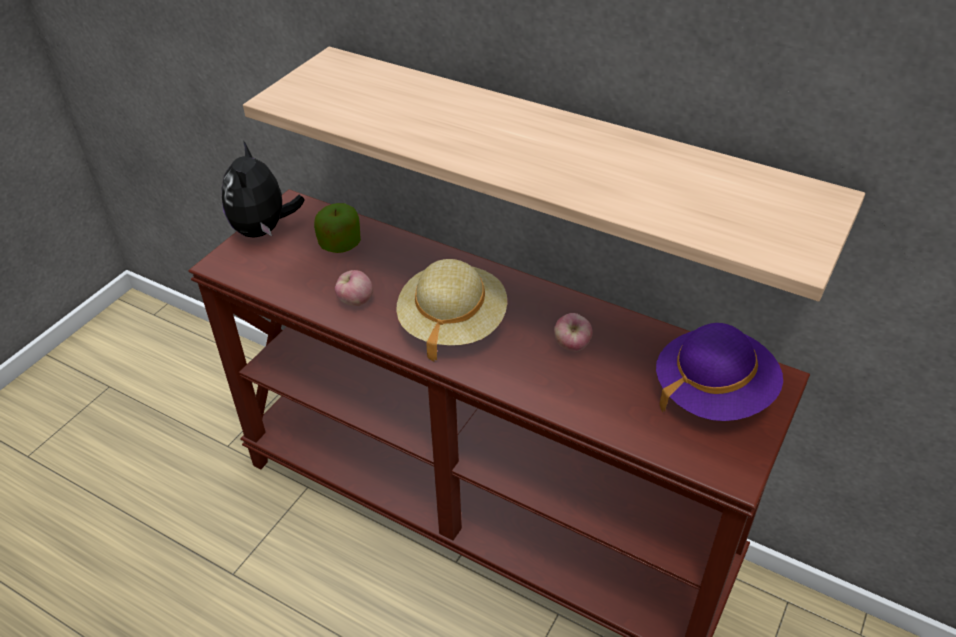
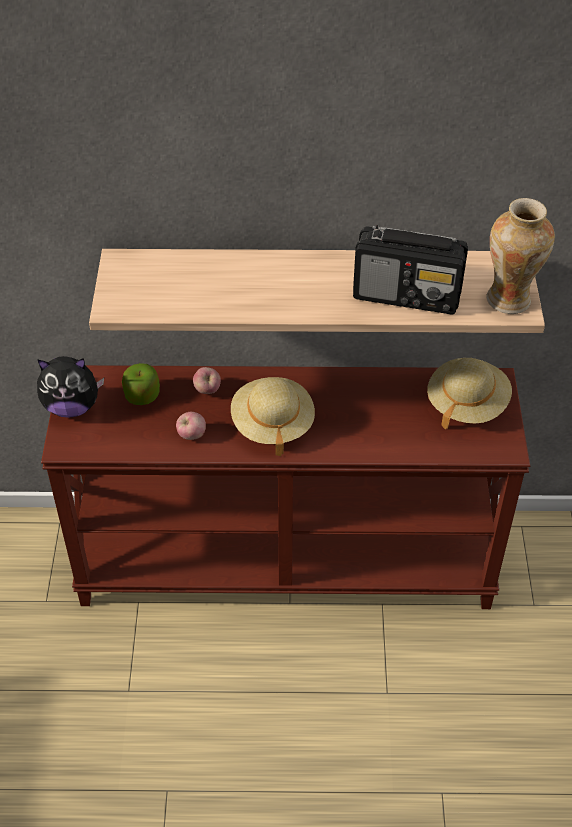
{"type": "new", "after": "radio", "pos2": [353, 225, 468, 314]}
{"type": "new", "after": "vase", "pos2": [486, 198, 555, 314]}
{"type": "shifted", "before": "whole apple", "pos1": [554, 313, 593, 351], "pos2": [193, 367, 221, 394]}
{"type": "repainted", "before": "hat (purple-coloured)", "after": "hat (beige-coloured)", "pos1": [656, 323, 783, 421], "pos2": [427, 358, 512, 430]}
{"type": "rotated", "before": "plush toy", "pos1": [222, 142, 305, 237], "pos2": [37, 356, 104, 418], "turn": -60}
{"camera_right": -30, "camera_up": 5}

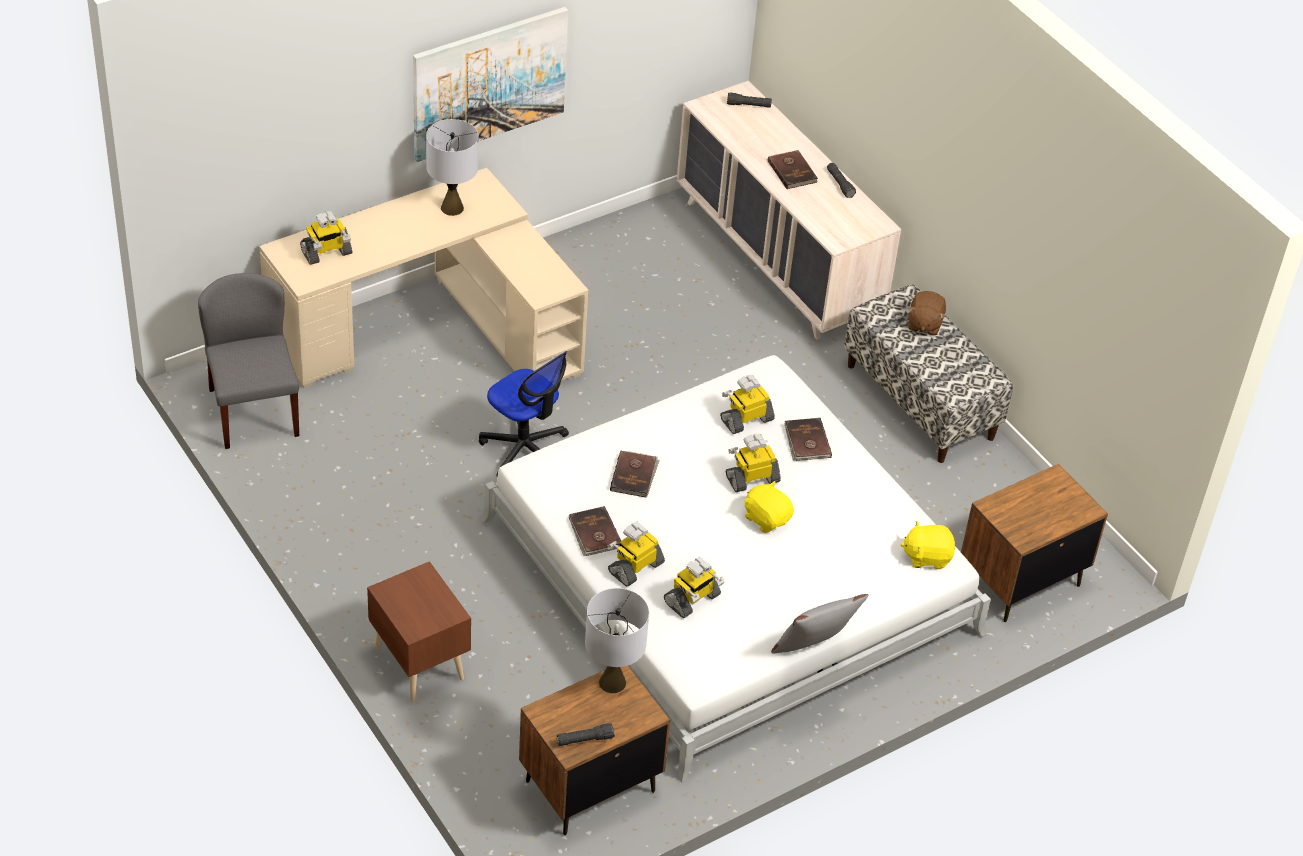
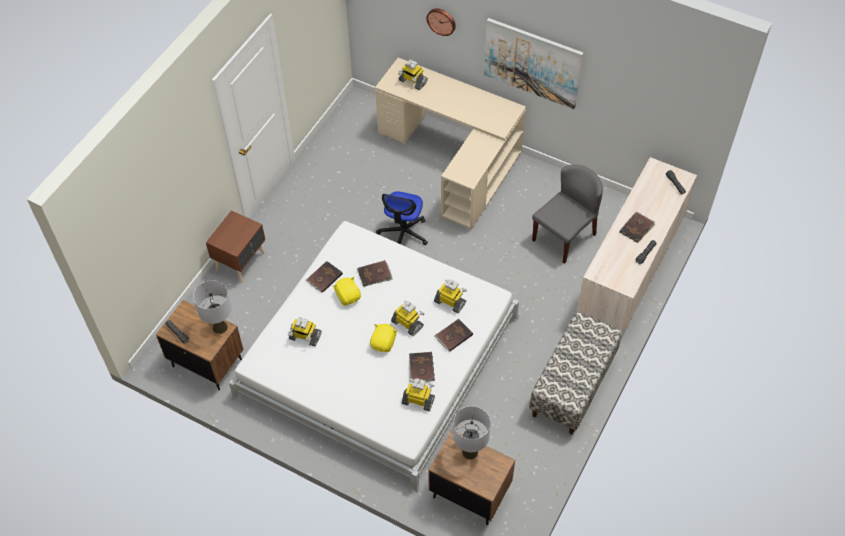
{"type": "gone", "before": "throw pillow (gray)", "pos1": [771, 594, 868, 654]}
{"type": "gone", "before": "plush toy (brown)", "pos1": [908, 291, 946, 335]}
{"type": "new", "after": "volume (brown)", "pos2": [409, 352, 435, 382]}
{"type": "new", "after": "hanging clock", "pos2": [426, 9, 456, 36]}
{"type": "shifted", "before": "upright chair (gray)", "pos1": [198, 273, 299, 449], "pos2": [532, 165, 603, 264]}
{"type": "shifted", "before": "table lamp (gray)", "pos1": [426, 119, 479, 216], "pos2": [453, 406, 491, 459]}
{"type": "shifted", "before": "toy robot", "pos1": [608, 521, 665, 587], "pos2": [402, 378, 435, 412]}
{"type": "shifted", "before": "plush toy (yellow)", "pos1": [901, 521, 955, 569], "pos2": [333, 277, 361, 306]}
{"camera_right": 65, "camera_up": 10}

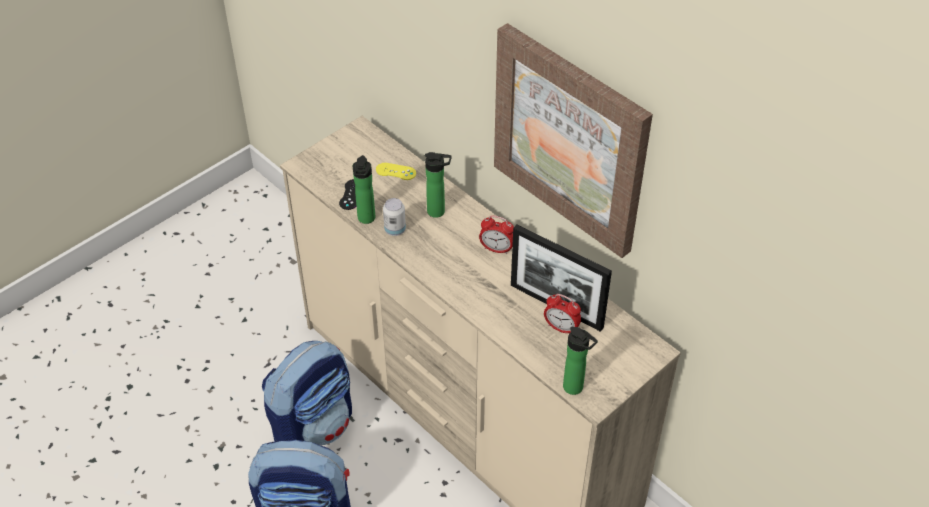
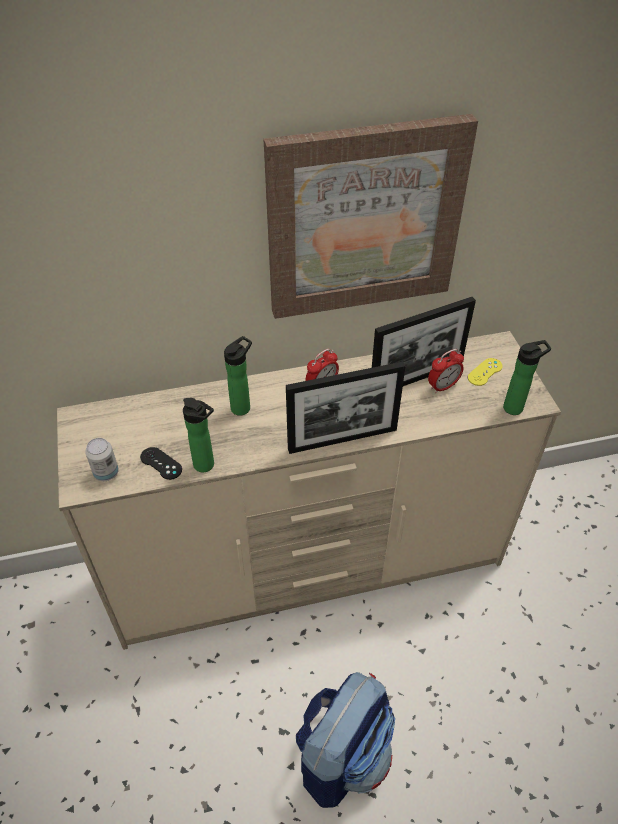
{"type": "gone", "before": "backpack", "pos1": [262, 341, 352, 445]}
{"type": "new", "after": "photo frame", "pos2": [286, 362, 405, 454]}
{"type": "shifted", "before": "game controller (yellow)", "pos1": [376, 163, 416, 180], "pos2": [468, 358, 503, 386]}
{"type": "shifted", "before": "can", "pos1": [383, 198, 406, 236], "pos2": [85, 438, 119, 481]}
{"camera_right": -60, "camera_up": 0}

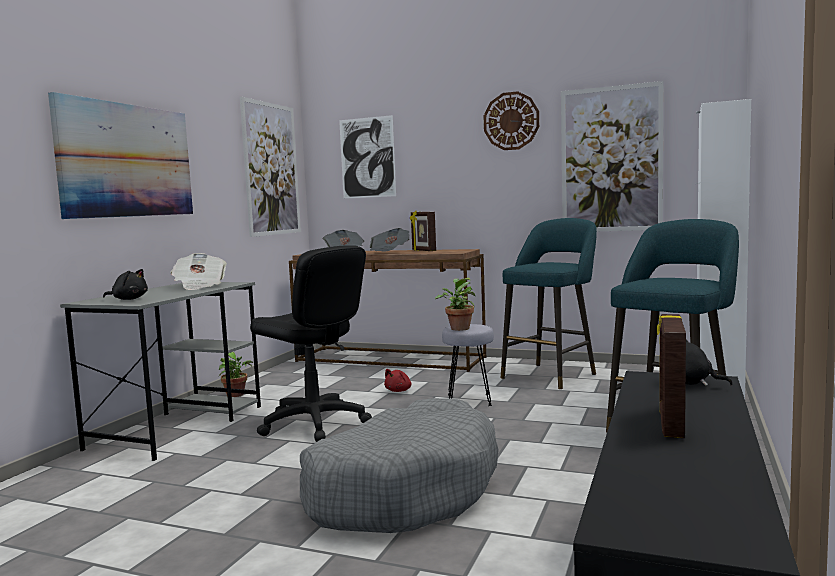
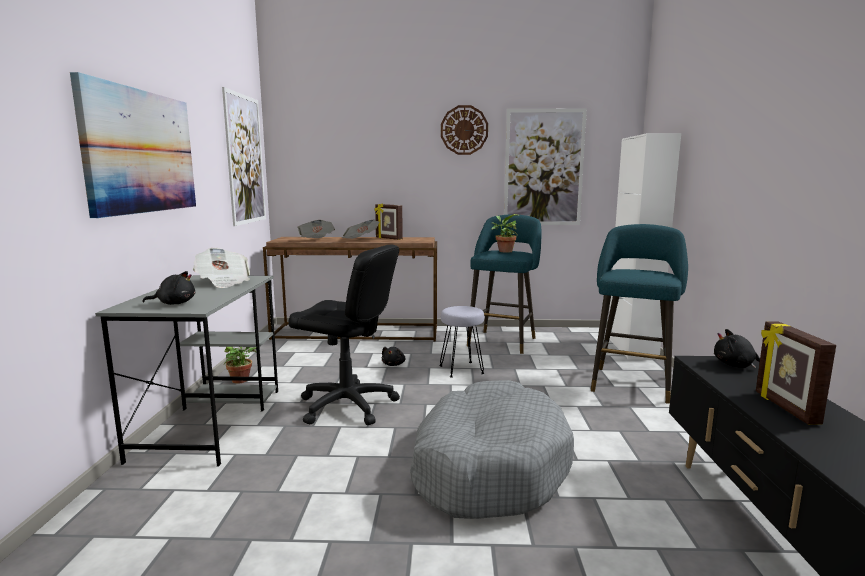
{"type": "gone", "before": "picture", "pos1": [339, 115, 396, 199]}
{"type": "shifted", "before": "houseplant", "pos1": [435, 278, 475, 331], "pos2": [491, 214, 519, 253]}
{"type": "repainted", "before": "plush toy (red-coloured)", "after": "plush toy (black)", "pos1": [384, 369, 411, 392], "pos2": [382, 347, 406, 366]}
{"camera_right": -20, "camera_up": 5}

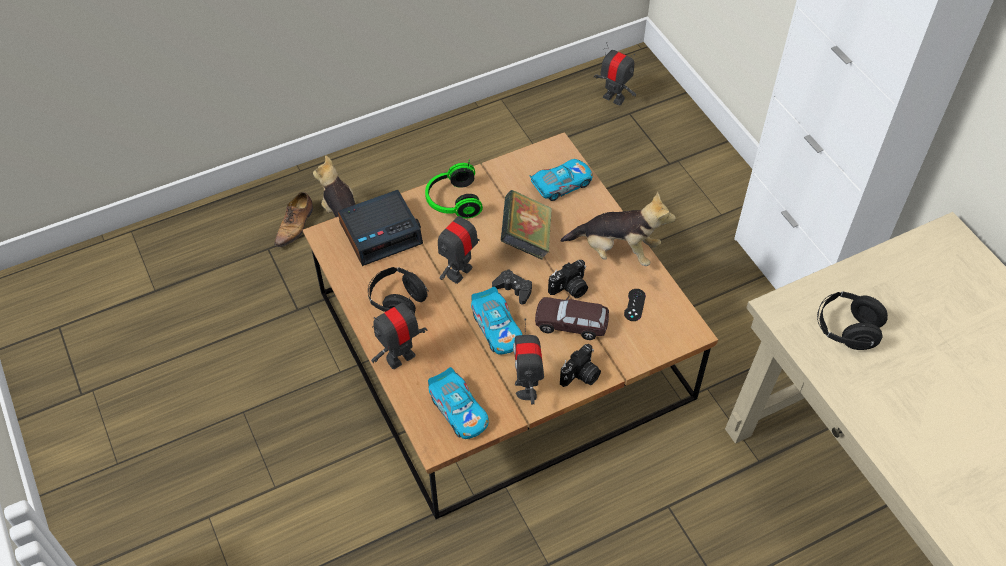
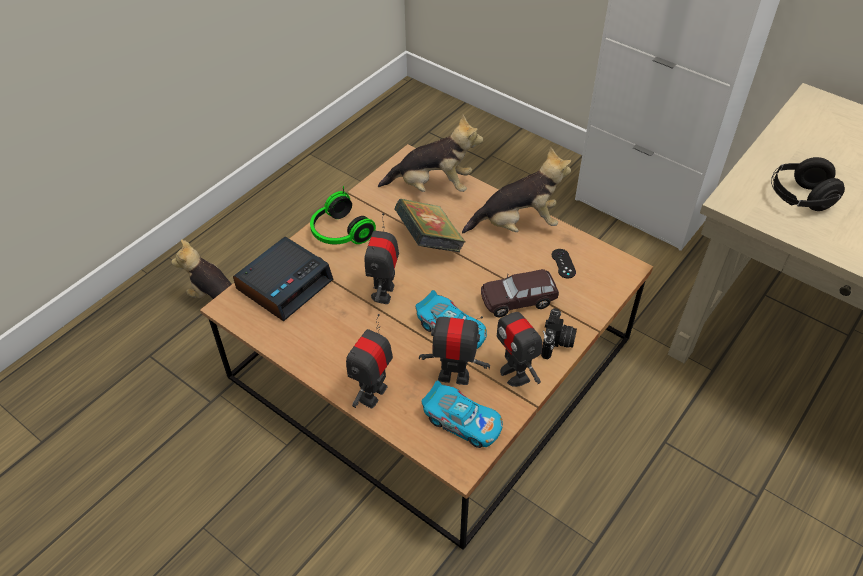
{"type": "gone", "before": "low shoe", "pos1": [274, 192, 313, 247]}
{"type": "gone", "before": "headset (black)", "pos1": [368, 267, 429, 313]}
{"type": "gone", "before": "game controller (black)", "pos1": [492, 269, 532, 305]}
{"type": "gone", "before": "still camera", "pos1": [548, 260, 588, 298]}
{"type": "shifted", "before": "toy robot", "pos1": [594, 42, 636, 105], "pos2": [419, 311, 490, 385]}
{"type": "swapped", "before": "miniature car", "after": "plush toy", "pos1": [529, 159, 593, 201], "pos2": [378, 114, 483, 192]}
{"camera_right": -25, "camera_up": -5}

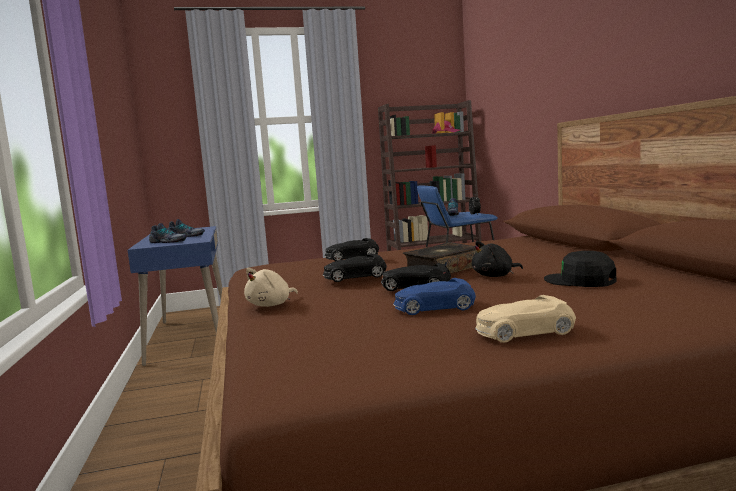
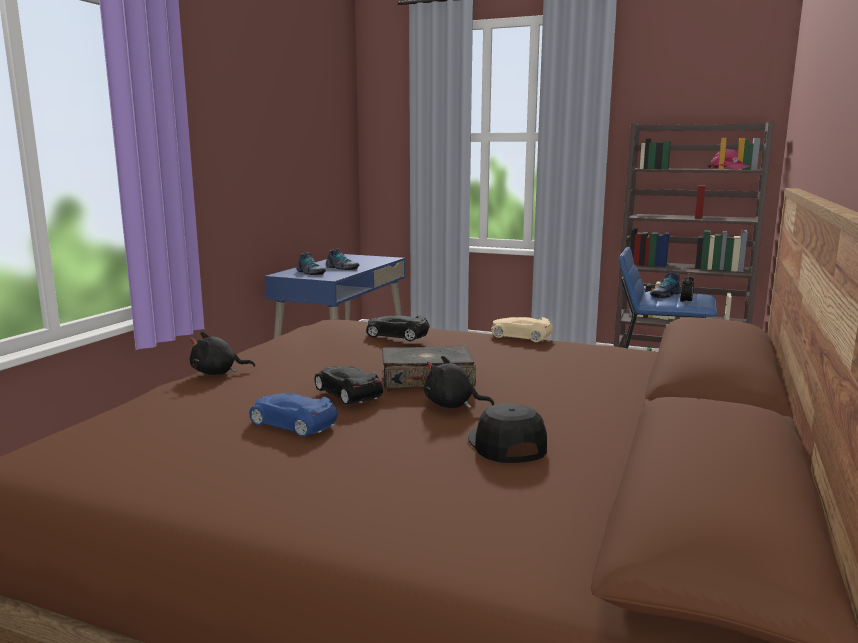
{"type": "gone", "before": "miniature car (black)", "pos1": [323, 254, 387, 282]}
{"type": "shifted", "before": "miniature car (beige-coloured)", "pos1": [475, 295, 576, 343], "pos2": [491, 317, 553, 342]}
{"type": "repainted", "before": "plush toy (beige-coloured)", "after": "plush toy (black)", "pos1": [244, 268, 298, 307], "pos2": [190, 332, 255, 375]}
{"camera_right": 35, "camera_up": 5}

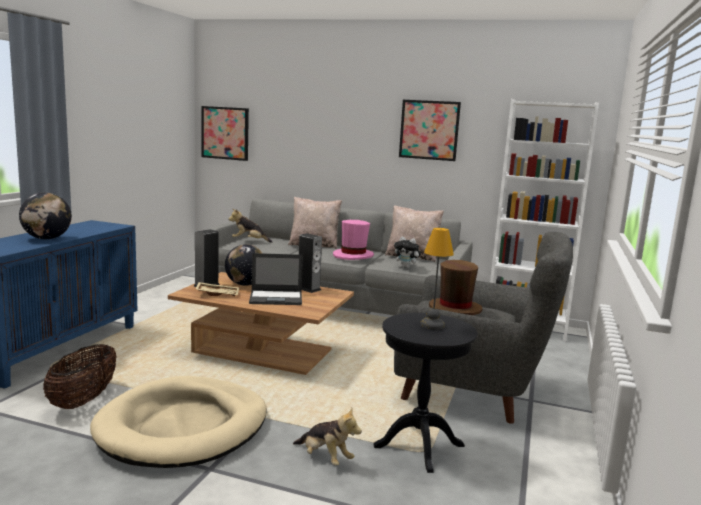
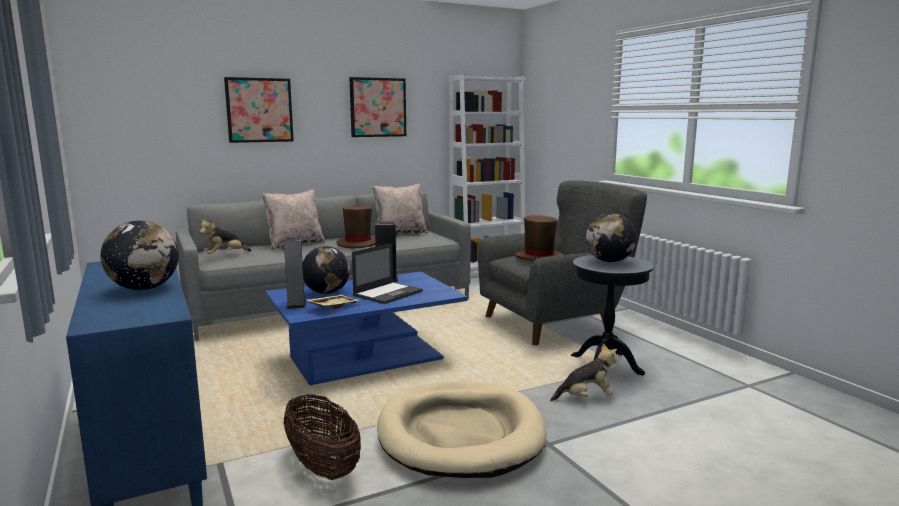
{"type": "gone", "before": "plush toy", "pos1": [394, 237, 421, 269]}
{"type": "shifted", "before": "picture", "pos1": [201, 106, 249, 161], "pos2": [224, 77, 294, 143]}
{"type": "swapped", "before": "table lamp", "after": "desk globe", "pos1": [420, 228, 454, 330], "pos2": [586, 213, 637, 262]}
{"type": "repainted", "before": "coffee table (brown)", "after": "coffee table (bluish)", "pos1": [168, 272, 354, 375], "pos2": [265, 272, 468, 386]}
{"type": "repainted", "before": "hat (pink)", "after": "hat (brown)", "pos1": [333, 220, 374, 260], "pos2": [337, 205, 375, 249]}
{"camera_right": -45, "camera_up": 0}

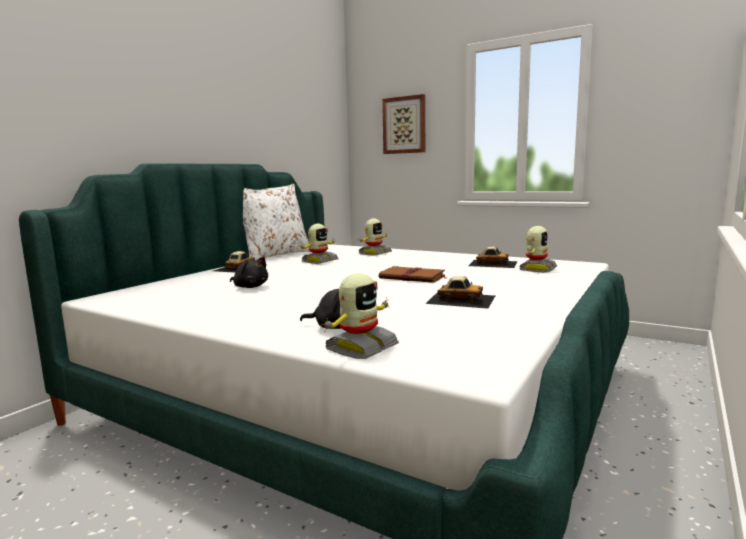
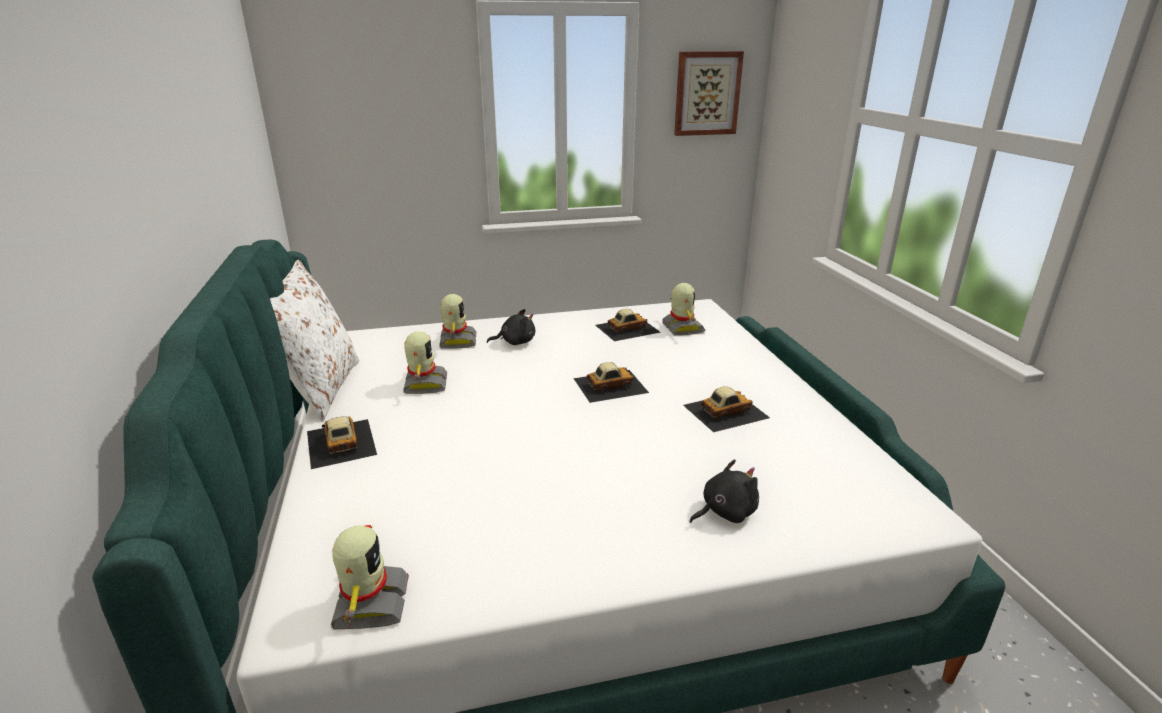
{"type": "shifted", "before": "plush toy (black)", "pos1": [230, 257, 268, 288], "pos2": [487, 309, 535, 345]}
{"type": "shifted", "before": "toy robot", "pos1": [320, 273, 399, 359], "pos2": [331, 525, 409, 629]}
{"type": "shifted", "before": "picture", "pos1": [382, 94, 425, 154], "pos2": [674, 51, 744, 136]}
{"type": "swapped", "before": "volume (brown)", "after": "miniature car", "pos1": [379, 266, 446, 283], "pos2": [573, 362, 649, 403]}
{"camera_right": -45, "camera_up": 15}

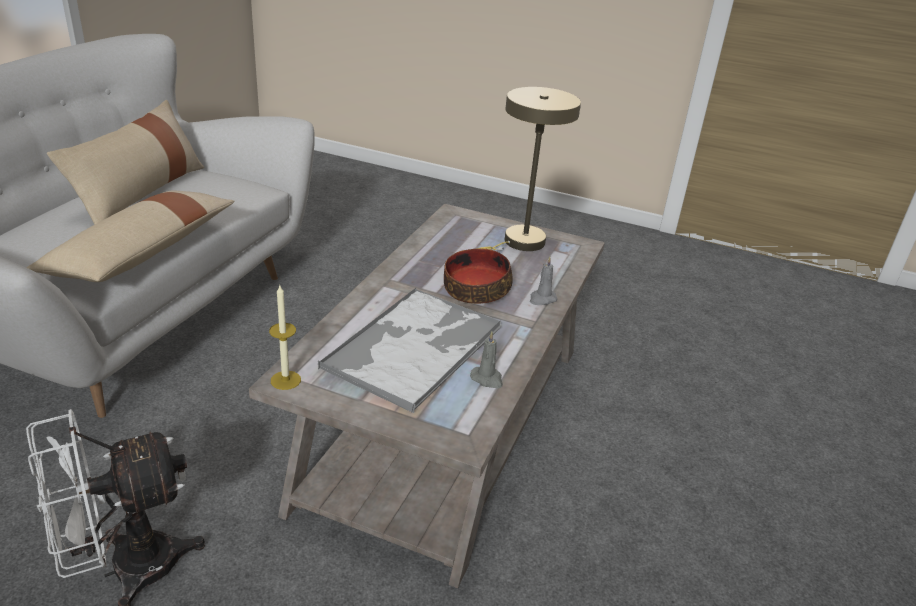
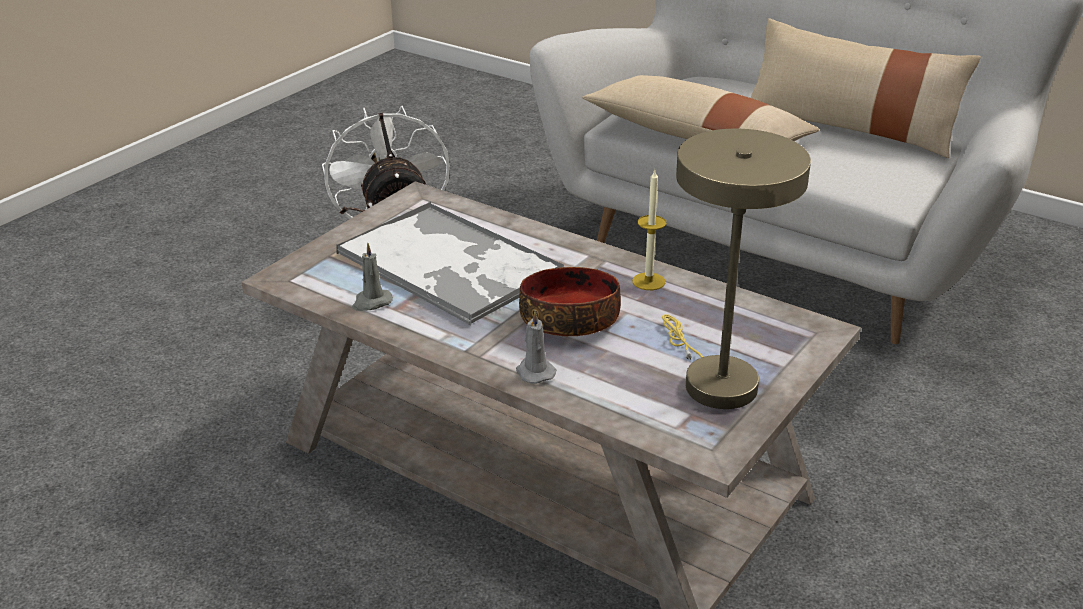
{"type": "shifted", "before": "wax candle", "pos1": [269, 286, 301, 390], "pos2": [632, 170, 667, 290]}
{"camera_right": 105, "camera_up": 0}

